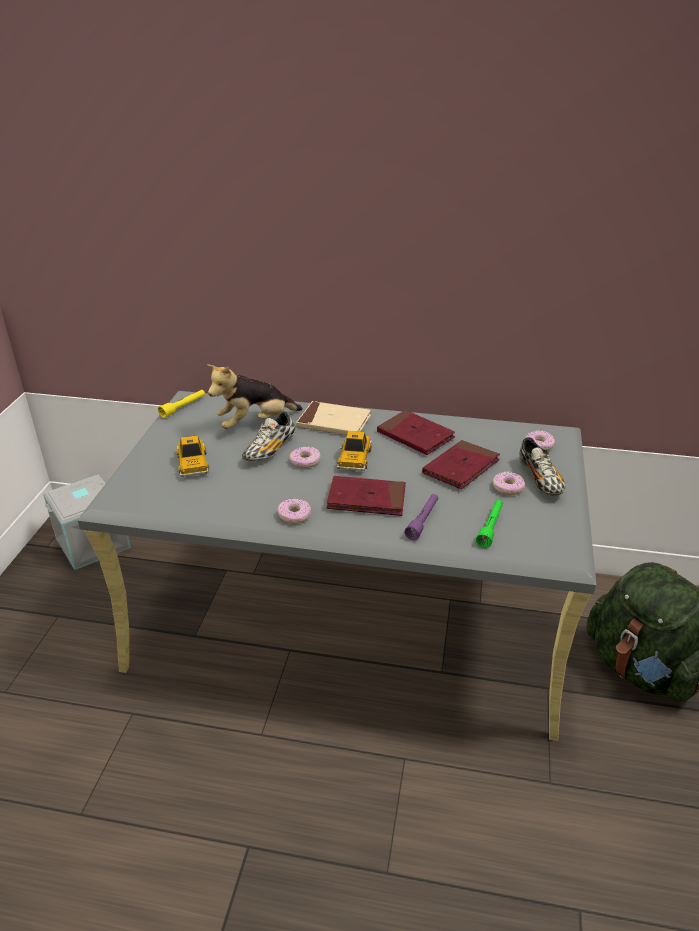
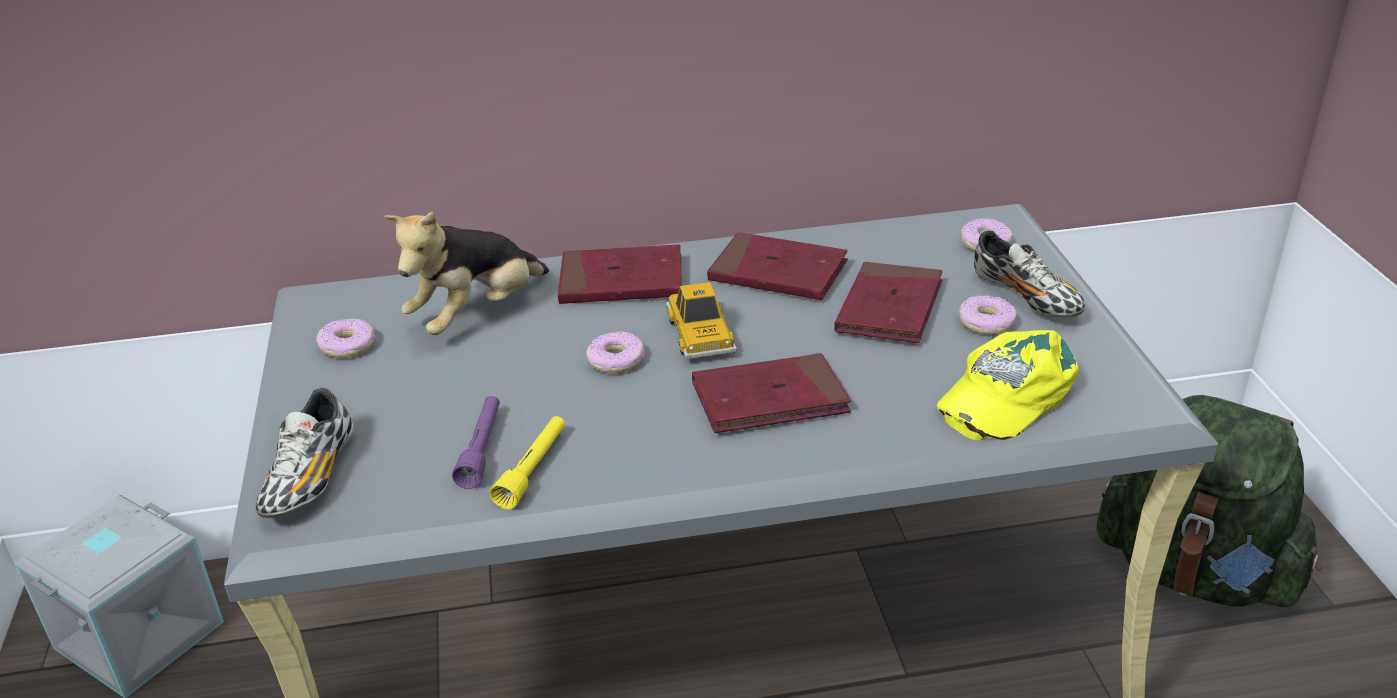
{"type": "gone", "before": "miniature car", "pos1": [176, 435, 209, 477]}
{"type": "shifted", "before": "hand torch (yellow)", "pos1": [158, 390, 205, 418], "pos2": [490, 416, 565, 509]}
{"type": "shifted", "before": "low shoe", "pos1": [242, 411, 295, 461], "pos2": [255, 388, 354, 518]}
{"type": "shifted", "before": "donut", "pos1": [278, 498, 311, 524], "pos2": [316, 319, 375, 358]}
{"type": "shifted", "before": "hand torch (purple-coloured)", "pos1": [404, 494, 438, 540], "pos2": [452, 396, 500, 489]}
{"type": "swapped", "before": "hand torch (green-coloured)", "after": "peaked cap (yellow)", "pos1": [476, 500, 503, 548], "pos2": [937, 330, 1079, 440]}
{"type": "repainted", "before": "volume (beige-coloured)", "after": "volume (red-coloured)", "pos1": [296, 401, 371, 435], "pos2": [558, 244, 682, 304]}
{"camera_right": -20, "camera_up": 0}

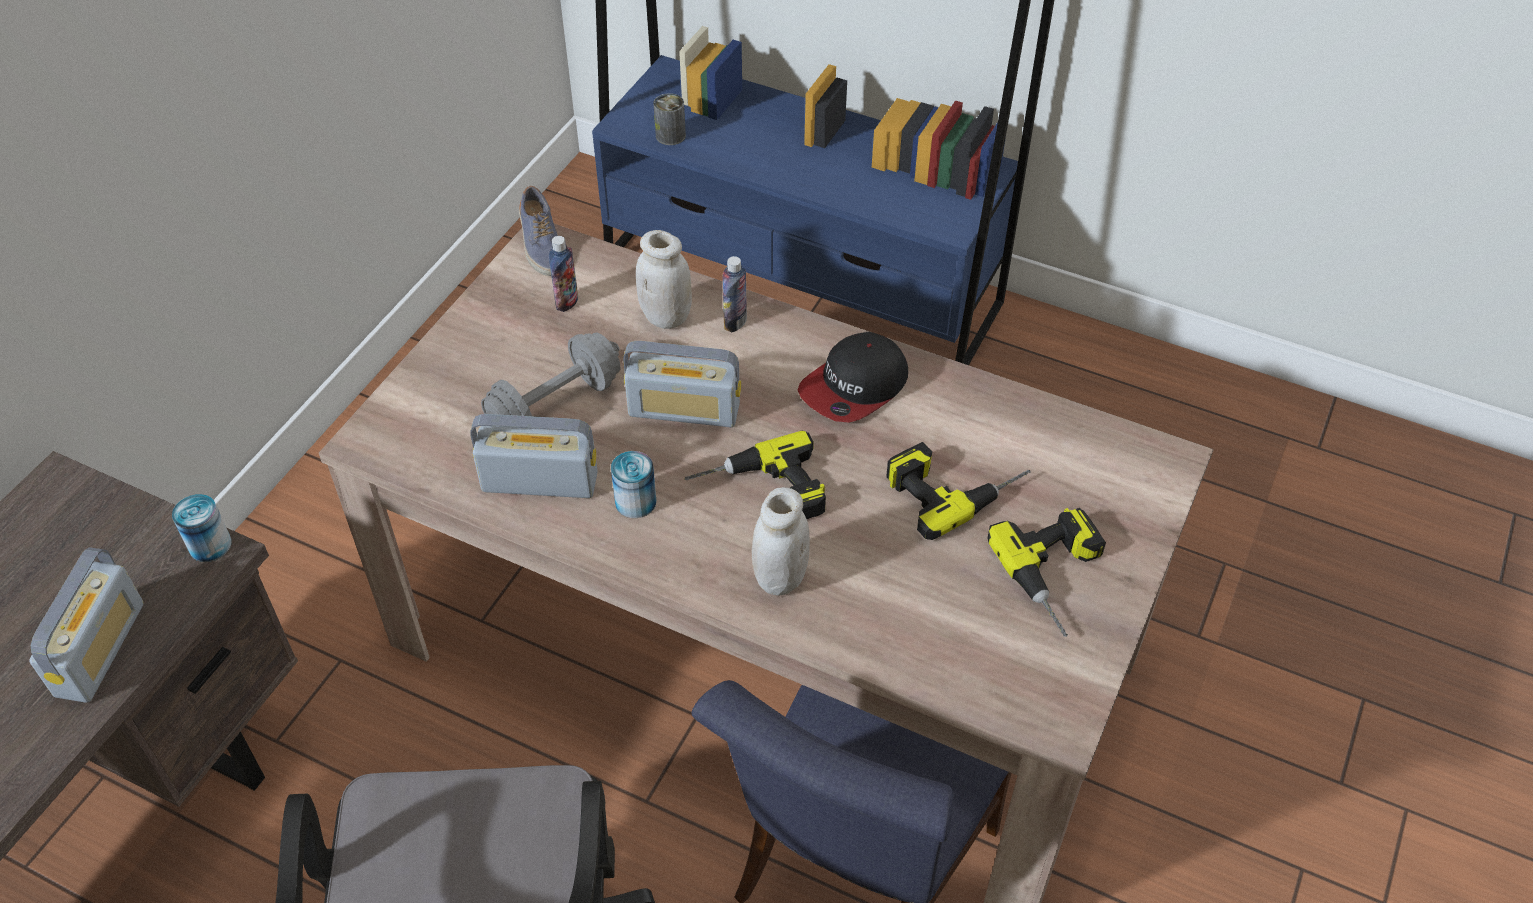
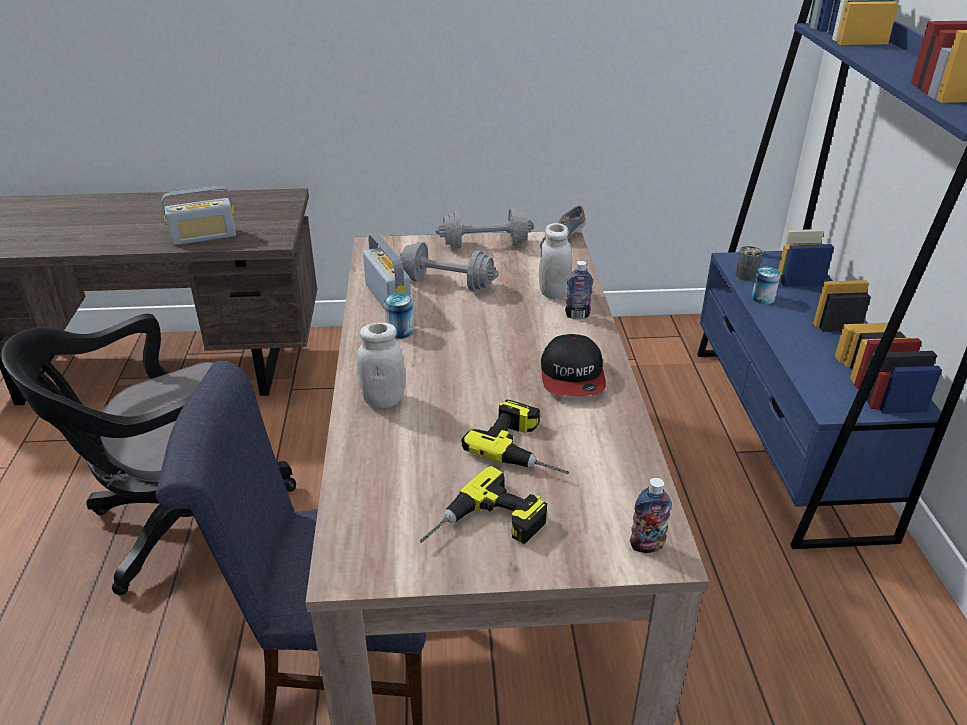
{"type": "gone", "before": "radio", "pos1": [623, 341, 741, 427]}
{"type": "gone", "before": "power drill", "pos1": [684, 431, 826, 519]}
{"type": "new", "after": "dumbbell (gray)", "pos2": [435, 208, 534, 248]}
{"type": "shifted", "before": "can", "pos1": [172, 494, 232, 562], "pos2": [752, 267, 781, 304]}
{"type": "shifted", "before": "drink bottle", "pos1": [549, 236, 578, 312], "pos2": [630, 478, 672, 553]}
{"type": "rotated", "before": "peaked cap", "pos1": [798, 332, 908, 423], "pos2": [541, 334, 606, 396], "turn": -105}
{"camera_right": 60, "camera_up": -15}

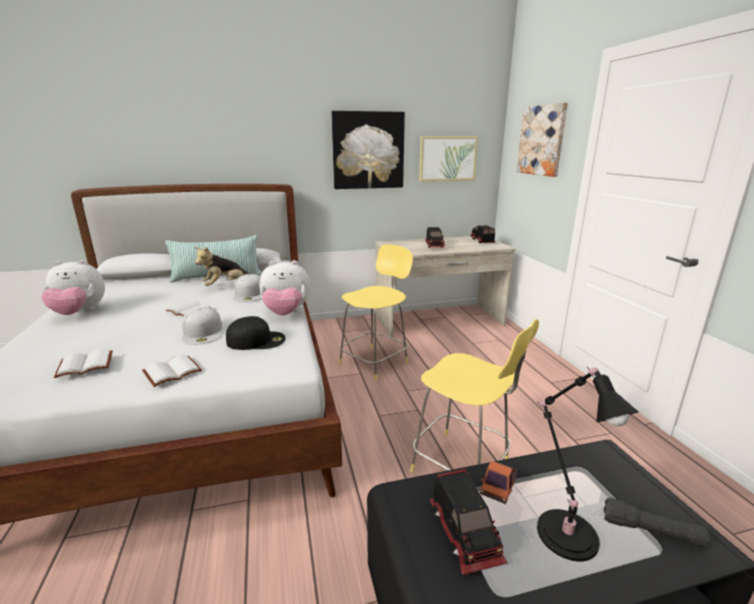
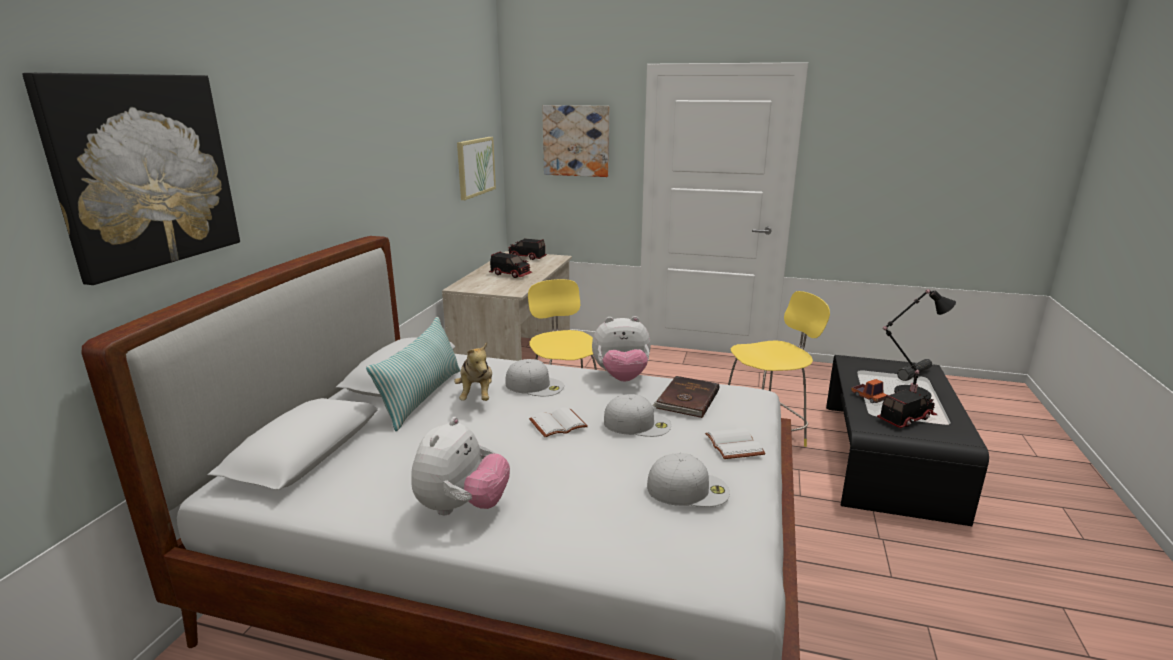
{"type": "shifted", "before": "picture", "pos1": [331, 111, 405, 189], "pos2": [22, 73, 240, 285]}
{"type": "swapped", "before": "volume (white-coloured)", "after": "peaked cap (white-coloured)", "pos1": [54, 349, 113, 378], "pos2": [647, 453, 730, 507]}
{"type": "swapped", "before": "peaked cap (black)", "after": "volume (brown)", "pos1": [226, 316, 286, 350], "pos2": [652, 376, 719, 418]}
{"type": "rotated", "before": "plush toy", "pos1": [260, 260, 310, 315], "pos2": [592, 316, 651, 382], "turn": 60}
{"type": "rotated", "before": "toy lorry", "pos1": [430, 469, 508, 575], "pos2": [877, 389, 937, 428], "turn": -45}
{"camera_right": -60, "camera_up": 0}

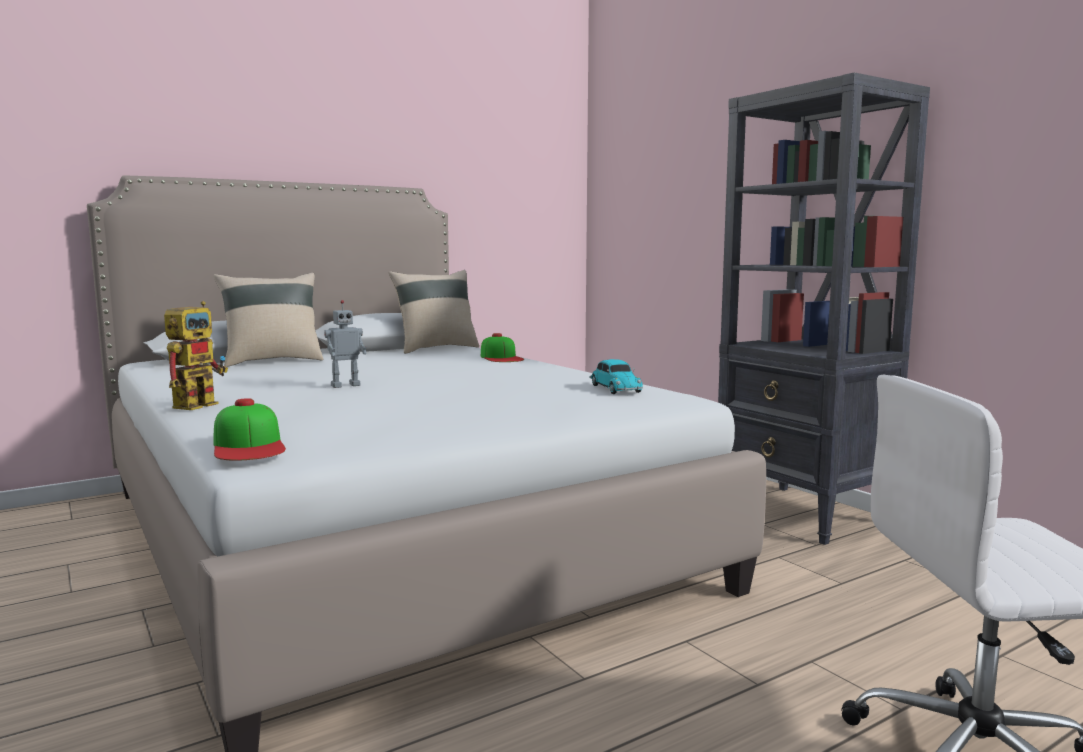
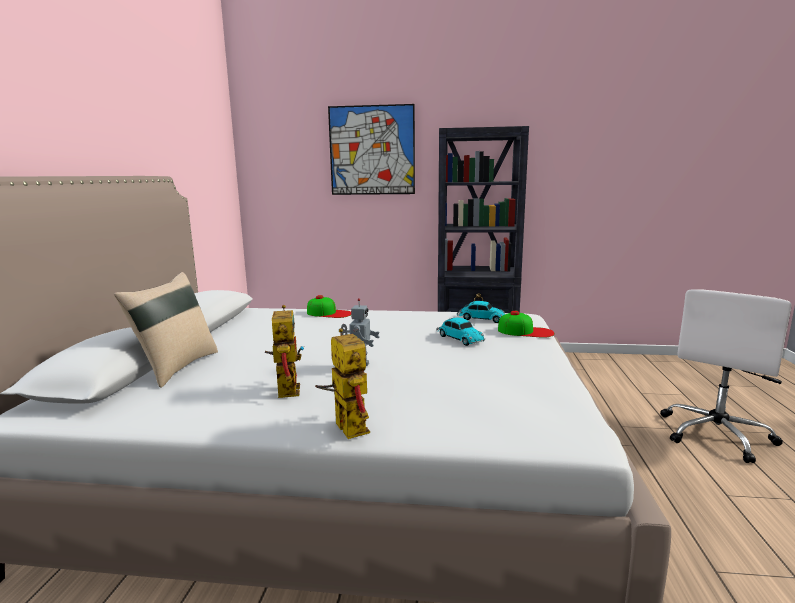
{"type": "gone", "before": "throw pillow (beige-coloured)", "pos1": [388, 270, 479, 354]}
{"type": "new", "after": "toy robot", "pos2": [265, 305, 304, 398]}
{"type": "new", "after": "picture", "pos2": [328, 104, 415, 195]}
{"type": "new", "after": "miniature car", "pos2": [436, 317, 485, 346]}
{"type": "shifted", "before": "peaked cap", "pos1": [214, 398, 286, 461], "pos2": [498, 311, 555, 338]}
{"camera_right": -50, "camera_up": 5}

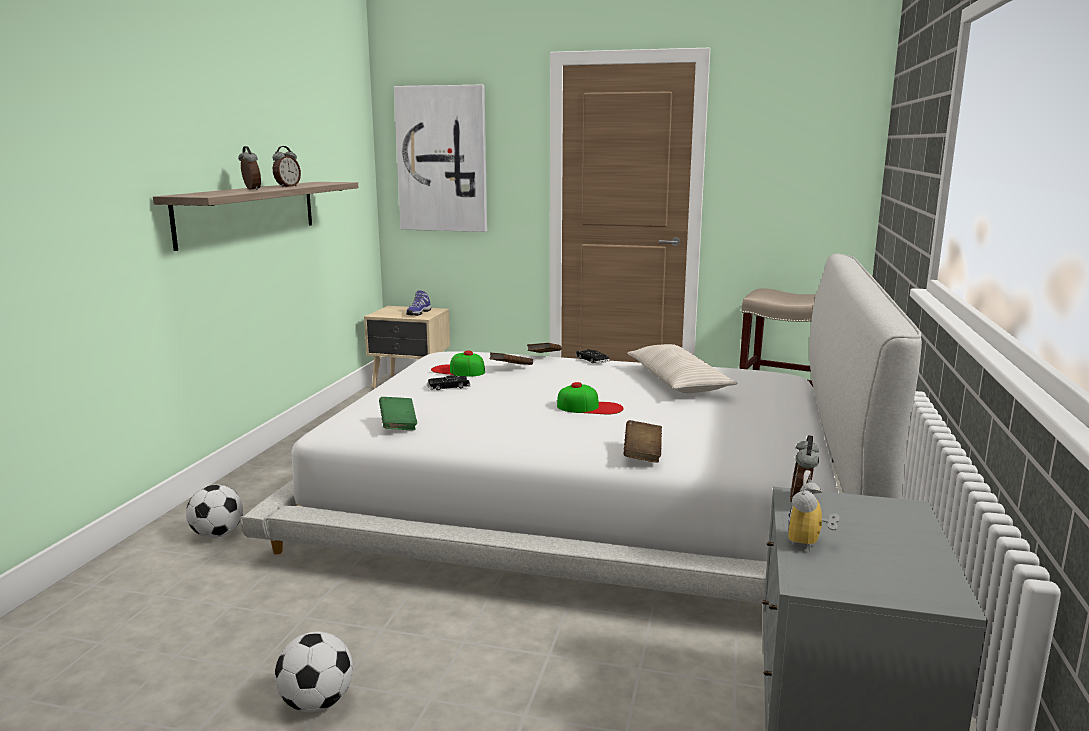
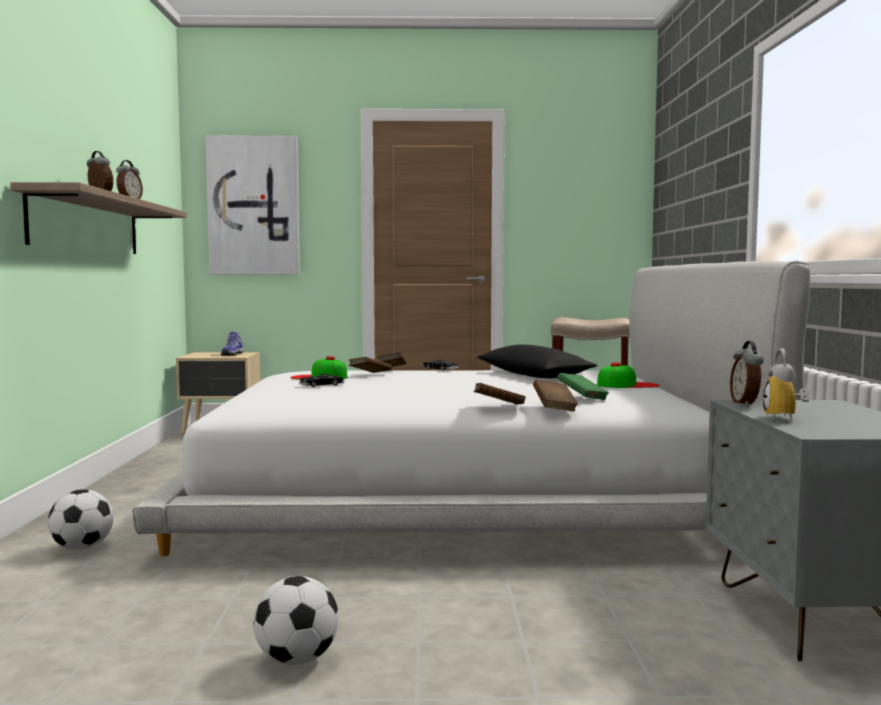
{"type": "new", "after": "volume (brown)", "pos2": [473, 383, 526, 404]}
{"type": "shifted", "before": "volume (green-coloured)", "pos1": [379, 397, 417, 430], "pos2": [557, 373, 609, 400]}
{"type": "shifted", "before": "peaked cap", "pos1": [557, 382, 624, 414], "pos2": [597, 362, 659, 388]}
{"type": "repainted", "before": "throw pillow (beige-coloured)", "after": "throw pillow (black)", "pos1": [627, 344, 737, 393], "pos2": [477, 344, 598, 378]}
{"camera_right": -15, "camera_up": -10}

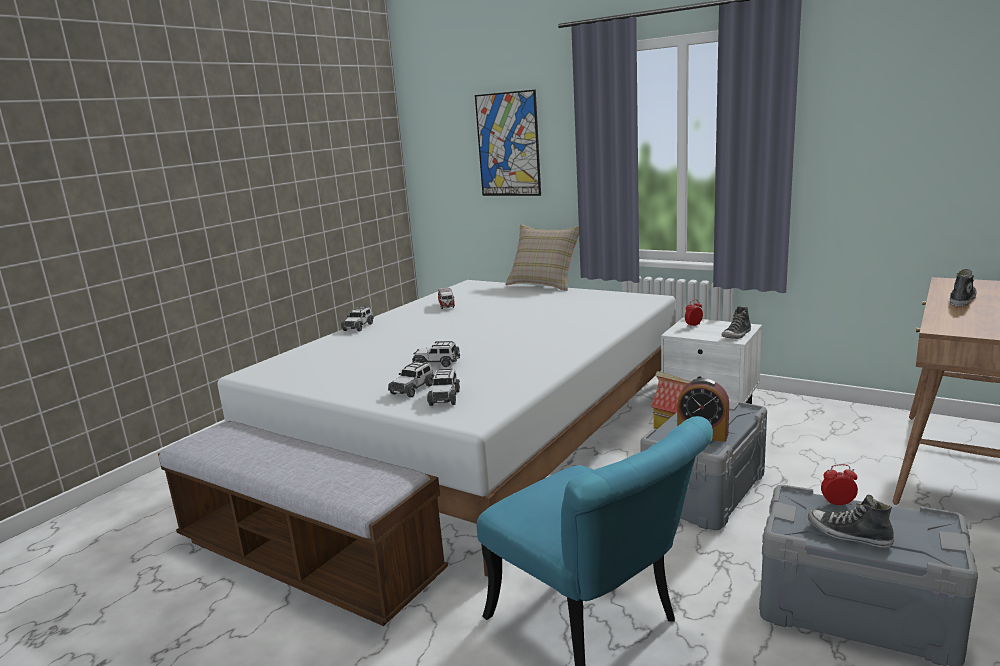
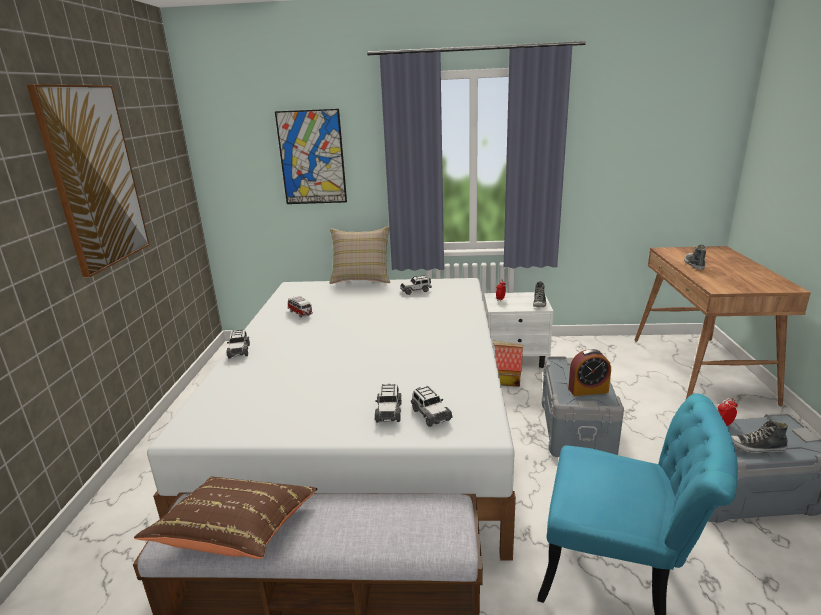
{"type": "new", "after": "picture", "pos2": [27, 84, 150, 278]}
{"type": "new", "after": "throw pillow (brown)", "pos2": [134, 477, 317, 559]}
{"type": "shifted", "before": "miniature car", "pos1": [412, 341, 460, 367], "pos2": [400, 275, 432, 295]}
{"camera_right": -30, "camera_up": 5}

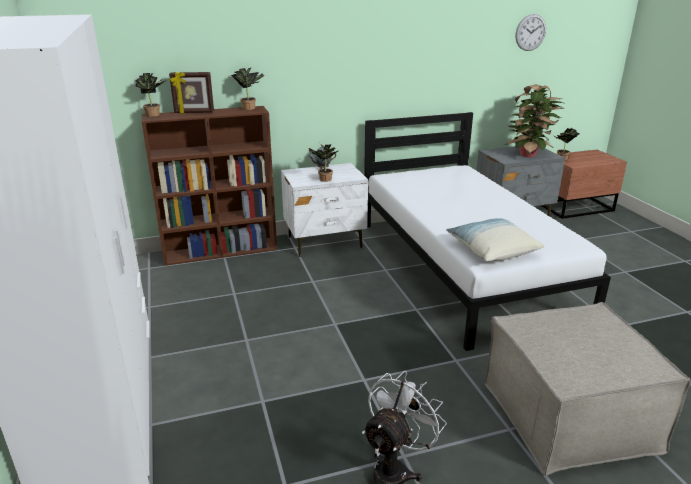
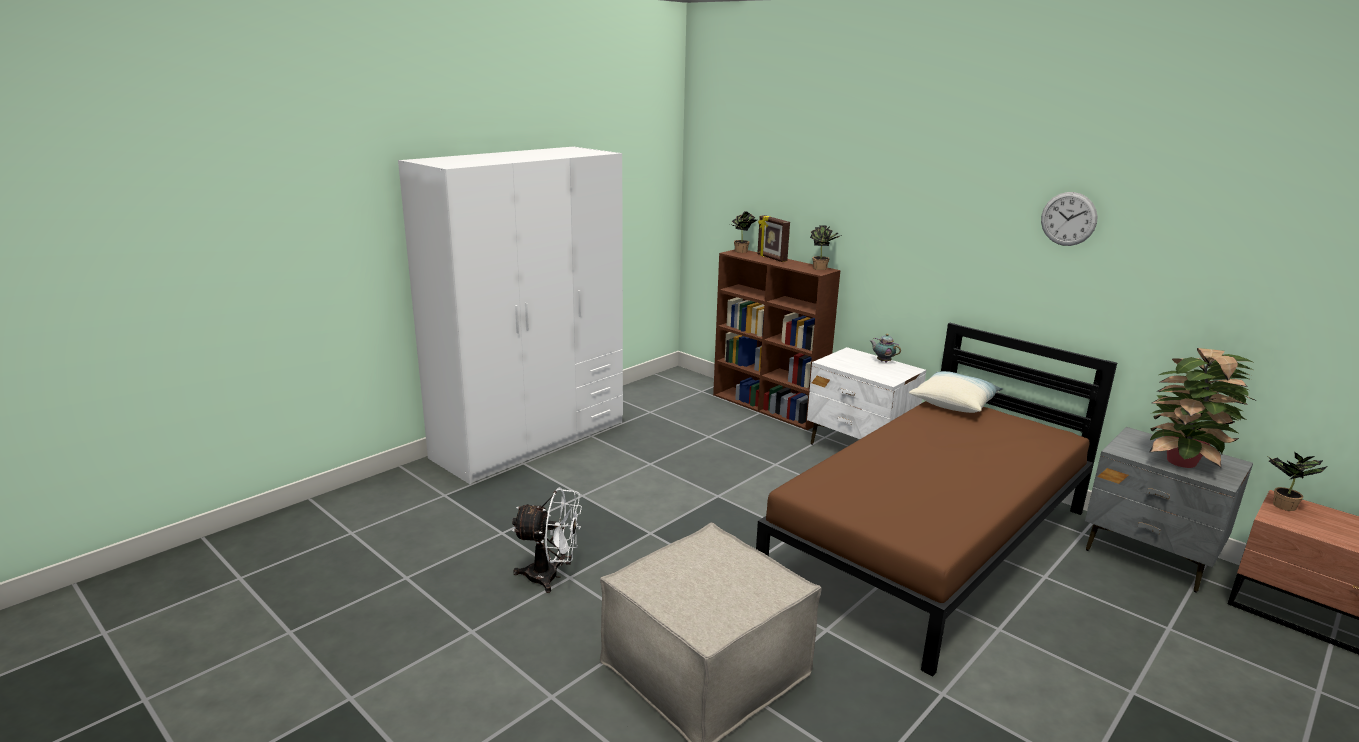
{"type": "gone", "before": "houseplant", "pos1": [309, 145, 338, 182]}
{"type": "shifted", "before": "throw pillow", "pos1": [446, 218, 545, 261], "pos2": [909, 371, 1003, 413]}
{"type": "shifted", "before": "hanging clock", "pos1": [515, 14, 546, 51], "pos2": [1041, 192, 1098, 246]}
{"type": "repainted", "before": "bed (white-coloured)", "after": "bed (brown)", "pos1": [364, 112, 611, 351], "pos2": [756, 323, 1117, 677]}
{"camera_right": 60, "camera_up": -5}

